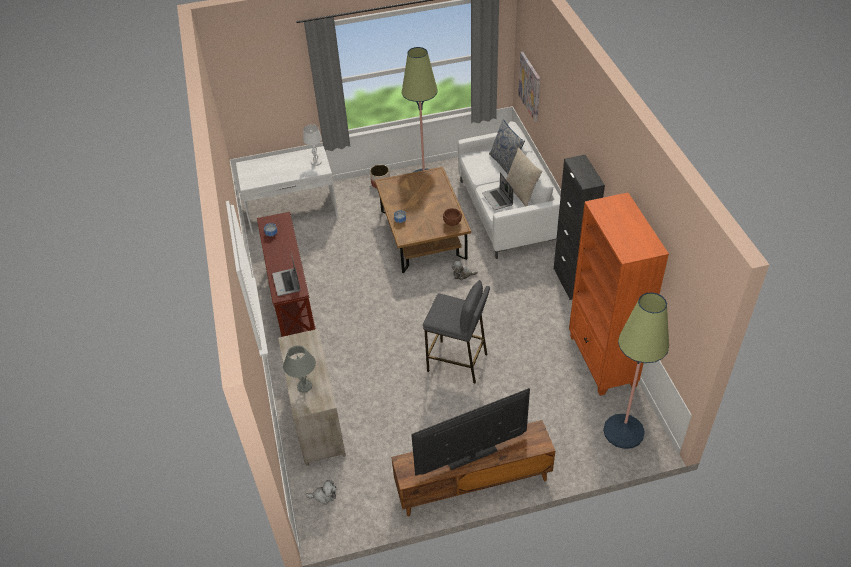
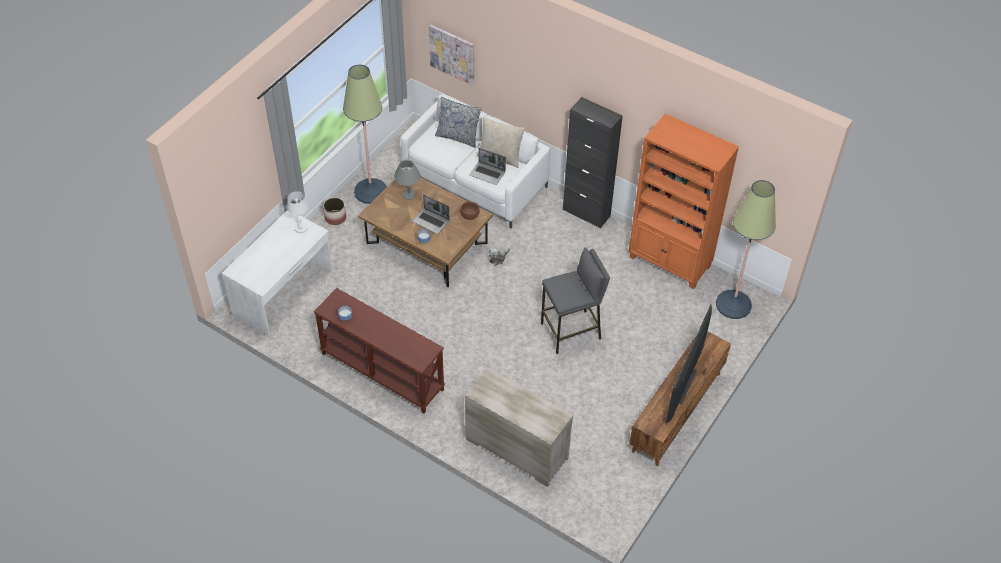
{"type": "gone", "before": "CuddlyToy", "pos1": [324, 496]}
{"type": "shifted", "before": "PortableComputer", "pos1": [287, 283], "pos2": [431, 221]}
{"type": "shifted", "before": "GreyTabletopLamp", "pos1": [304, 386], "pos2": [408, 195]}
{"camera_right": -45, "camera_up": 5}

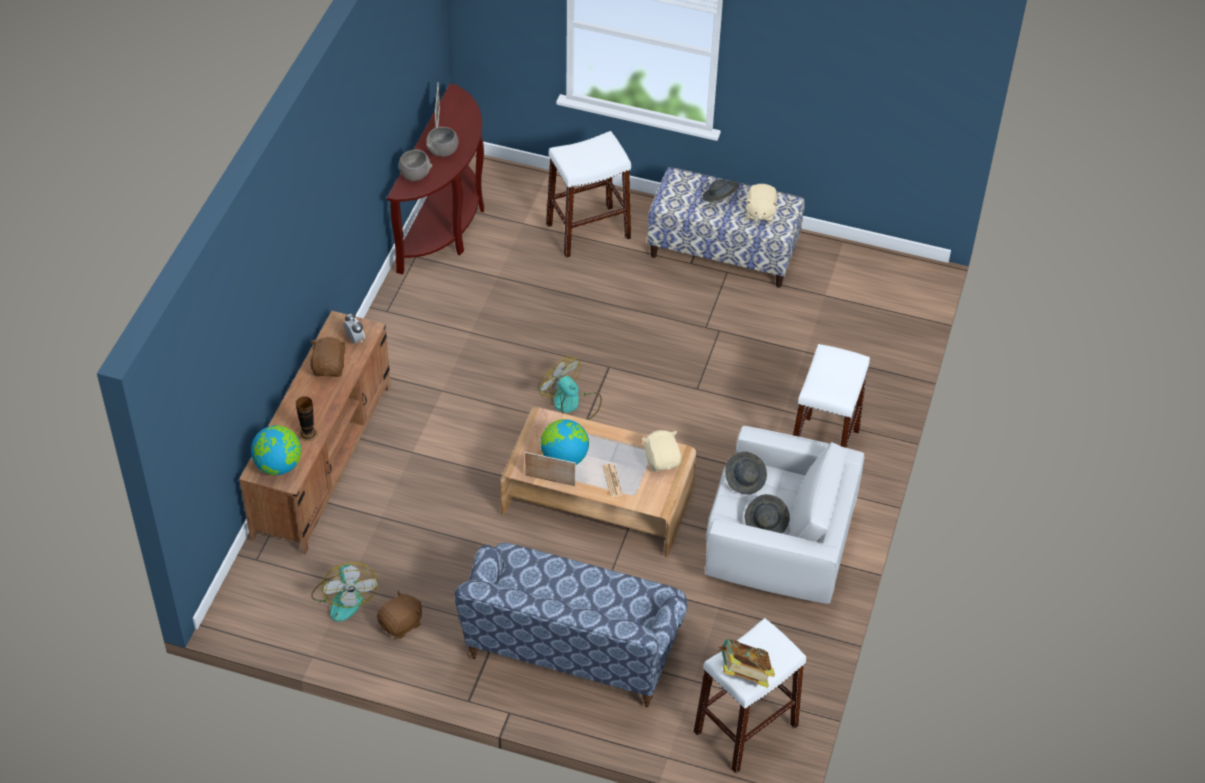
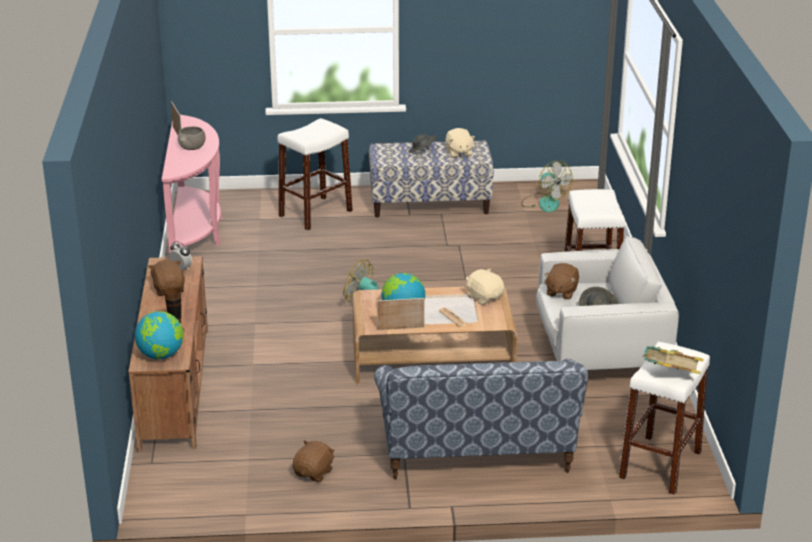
{"type": "gone", "before": "GreyDeepDish", "pos1": [415, 174]}
{"type": "shifted", "before": "Fan", "pos1": [344, 597], "pos2": [544, 202]}
{"type": "swapped", "before": "GreyClothingHat", "after": "BrownCuddlyToy", "pos1": [745, 479], "pos2": [561, 292]}
{"type": "repainted", "before": "BrownHallTable", "after": "PinkColouredHallTable", "pos1": [446, 225], "pos2": [195, 231]}
{"camera_right": -20, "camera_up": -20}

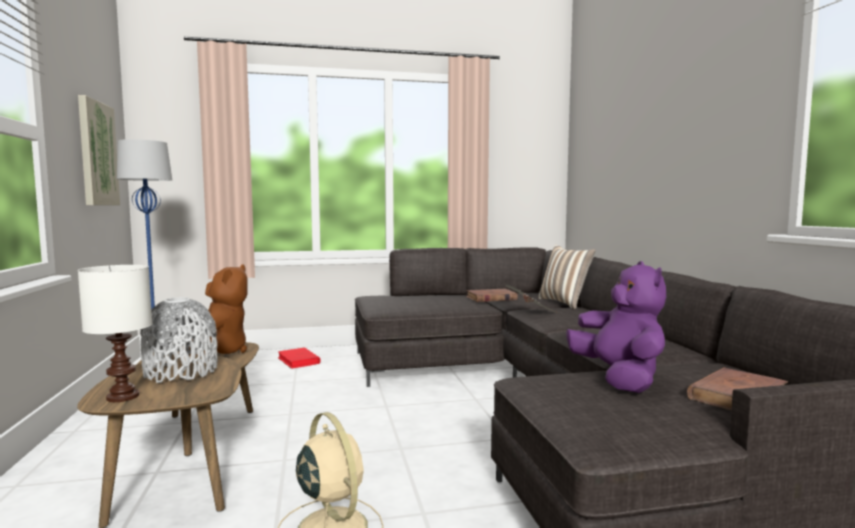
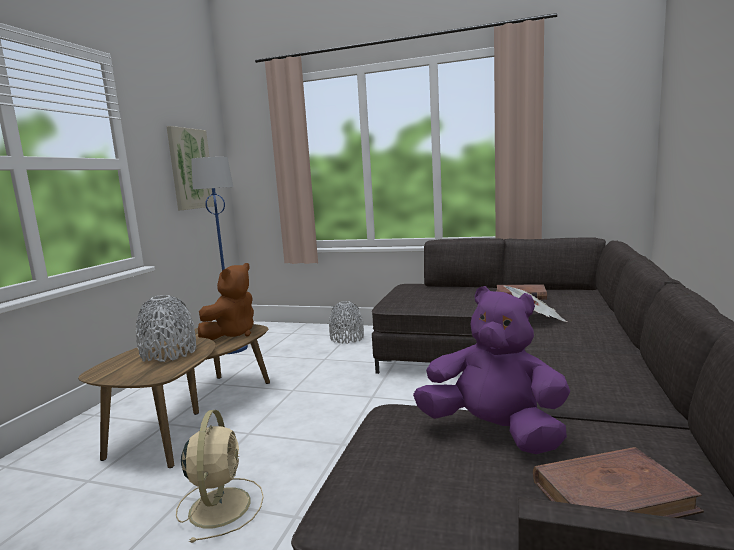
{"type": "gone", "before": "WhiteColouredTabletopLamp", "pos1": [121, 397]}
{"type": "gone", "before": "ThrowPillow", "pos1": [564, 303]}
{"type": "swapped", "before": "ReddishVolume", "after": "GreyFlowerVase", "pos1": [298, 361], "pos2": [347, 338]}
{"type": "rotated", "before": "PurpleCuddlyToy", "pos1": [619, 379], "pos2": [493, 432], "turn": -75}
{"camera_right": 30, "camera_up": 5}

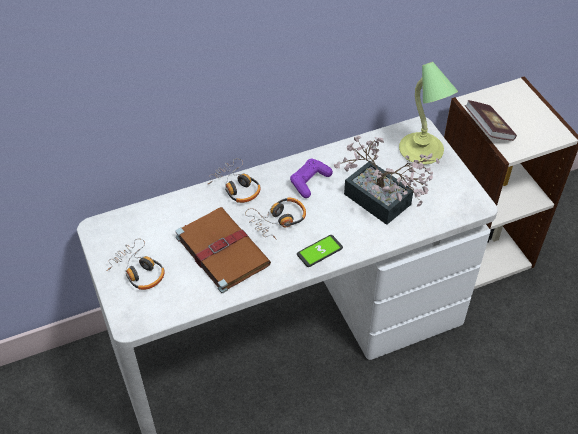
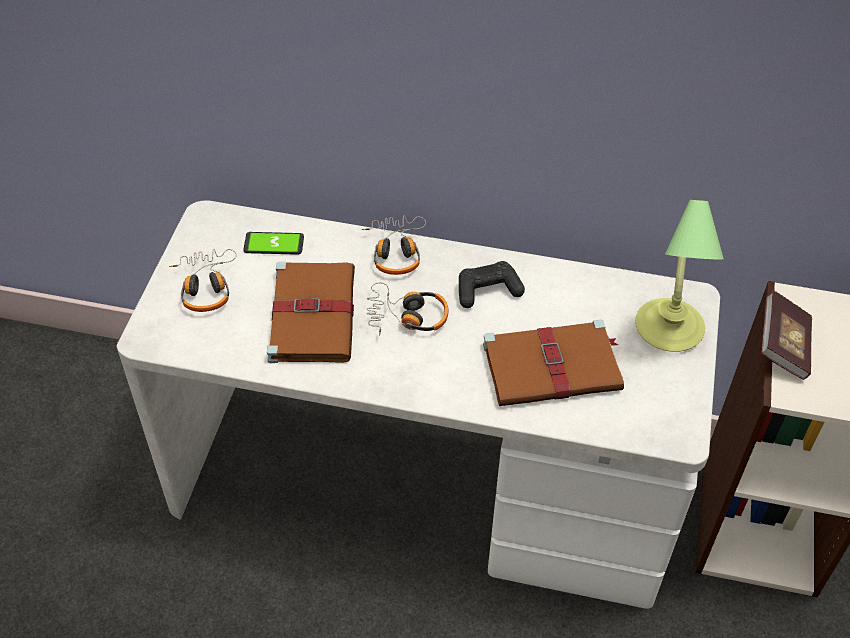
{"type": "shifted", "before": "Telephone", "pos1": [319, 251], "pos2": [274, 244]}
{"type": "swapped", "before": "Houseplant", "after": "BrownVolume", "pos1": [383, 204], "pos2": [554, 367]}
{"type": "repainted", "before": "PurpleJoypad", "after": "BlackishJoypad", "pos1": [309, 181], "pos2": [487, 291]}
{"camera_right": 35, "camera_up": 0}

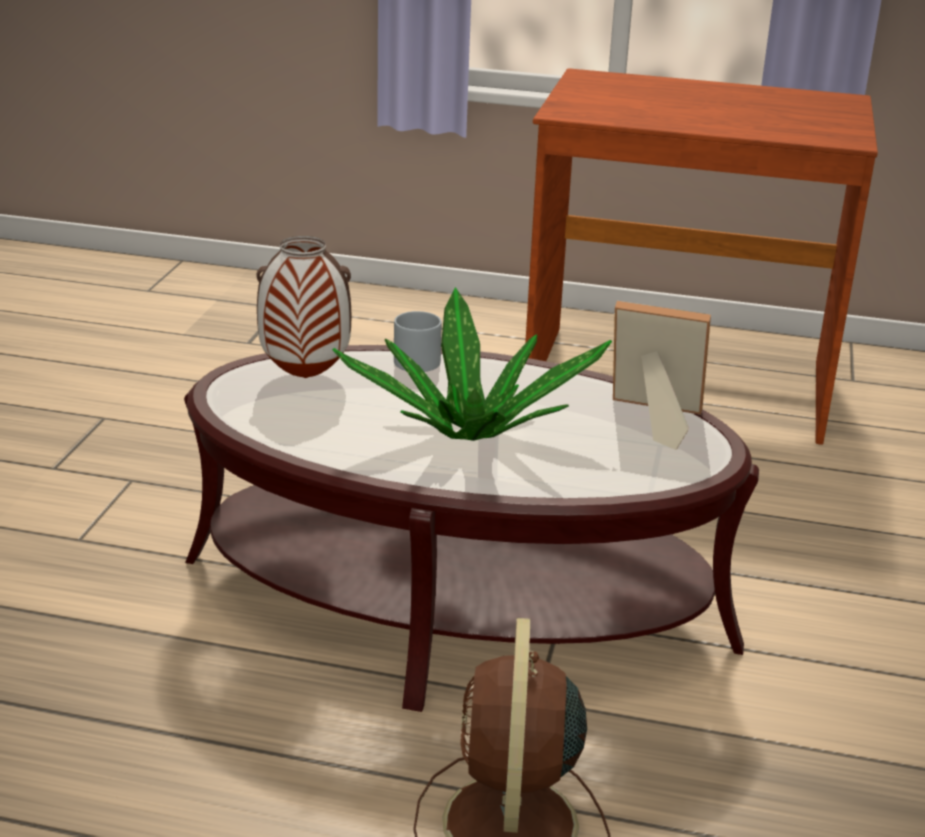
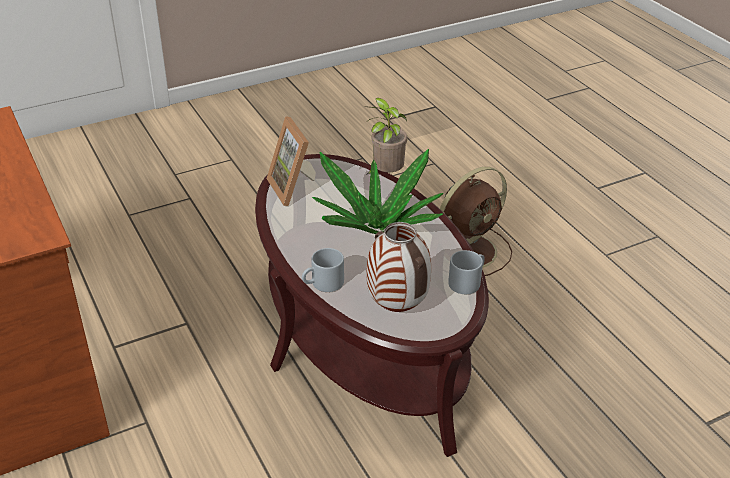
{"type": "new", "after": "Houseplant", "pos2": [385, 175]}
{"type": "new", "after": "GreyTeaMug", "pos2": [467, 281]}
{"camera_right": -130, "camera_up": 10}

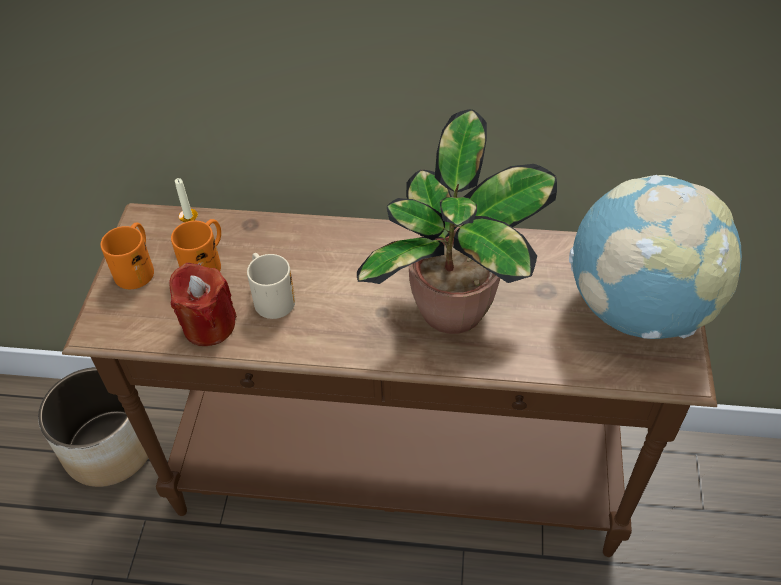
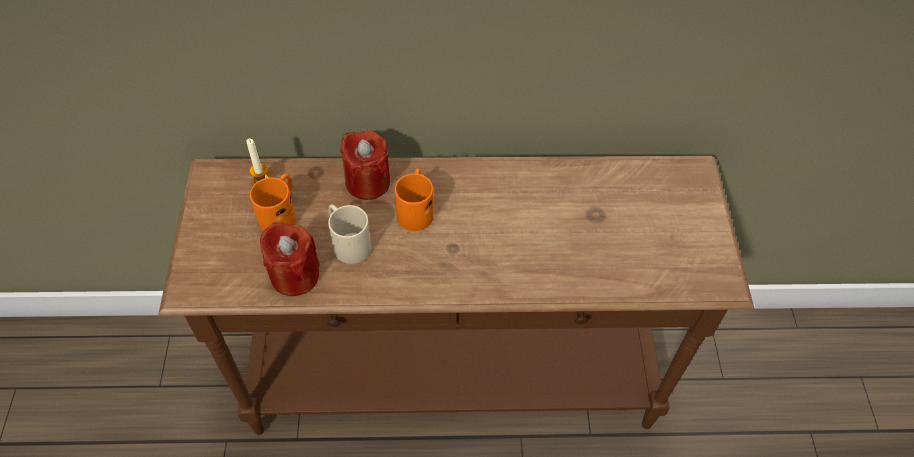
{"type": "gone", "before": "PlantPot", "pos1": [108, 448]}
{"type": "gone", "before": "Houseplant", "pos1": [453, 313]}
{"type": "gone", "before": "Globe", "pos1": [638, 309]}
{"type": "new", "after": "ReddishWaxLight", "pos2": [368, 182]}
{"type": "shifted", "before": "OrangeyTeaMug", "pos1": [137, 267], "pos2": [415, 209]}
{"camera_right": -10, "camera_up": 5}

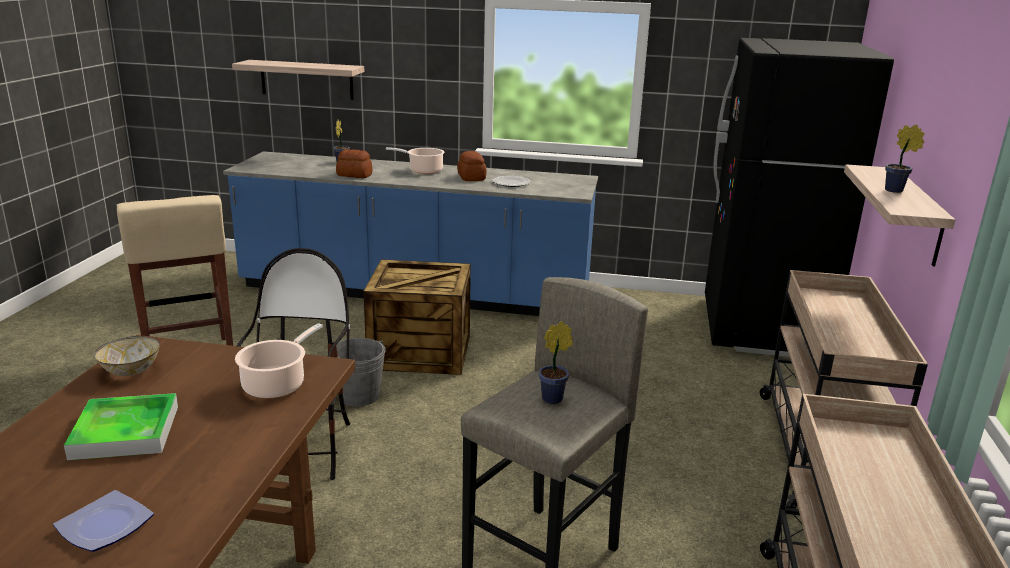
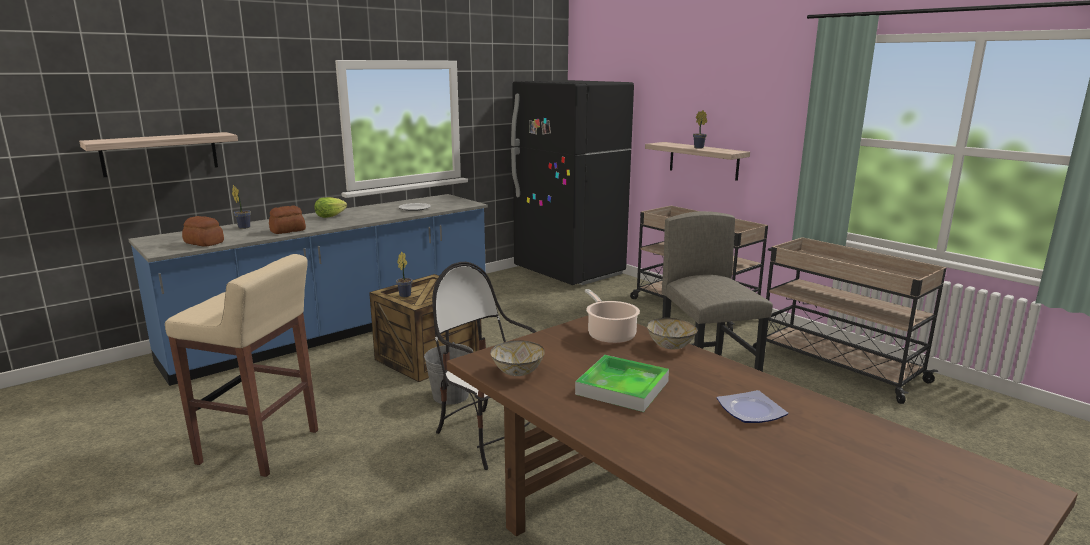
{"type": "new", "after": "DeepDish", "pos2": [671, 346]}
{"type": "shifted", "before": "Bread", "pos1": [471, 177], "pos2": [204, 243]}
{"type": "shifted", "before": "Houseplant", "pos1": [555, 398], "pos2": [406, 295]}
{"type": "swapped", "before": "Stockpot", "after": "Lettuce", "pos1": [423, 170], "pos2": [330, 216]}
{"camera_right": -50, "camera_up": -5}

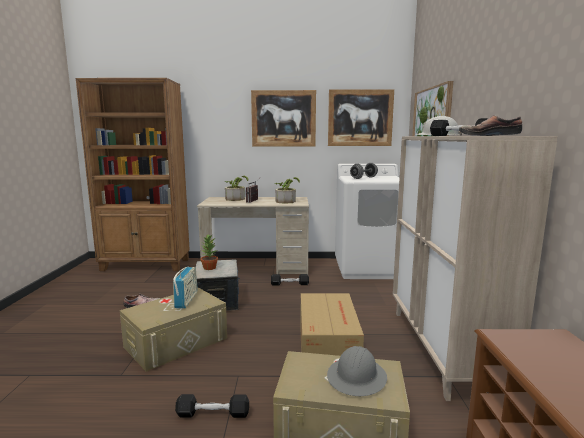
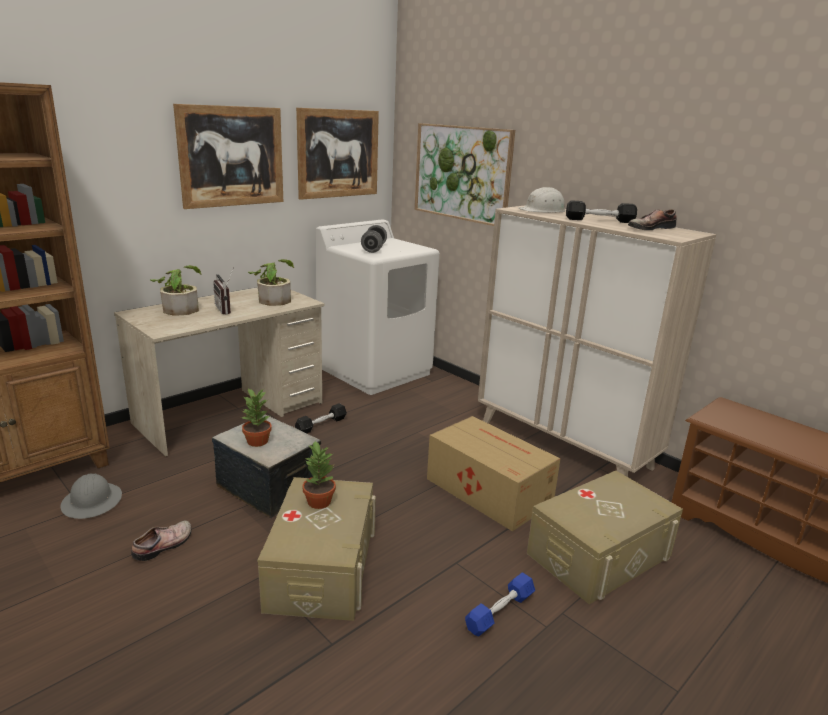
{"type": "shifted", "before": "GreyWorkHelmet", "pos1": [357, 377], "pos2": [92, 502]}
{"type": "swapped", "before": "RadioSet", "after": "Houseplant", "pos1": [186, 300], "pos2": [318, 501]}
{"type": "repainted", "before": "BlackishDumbbell", "after": "BlueDumbbell", "pos1": [213, 414], "pos2": [500, 612]}
{"camera_right": -45, "camera_up": 10}

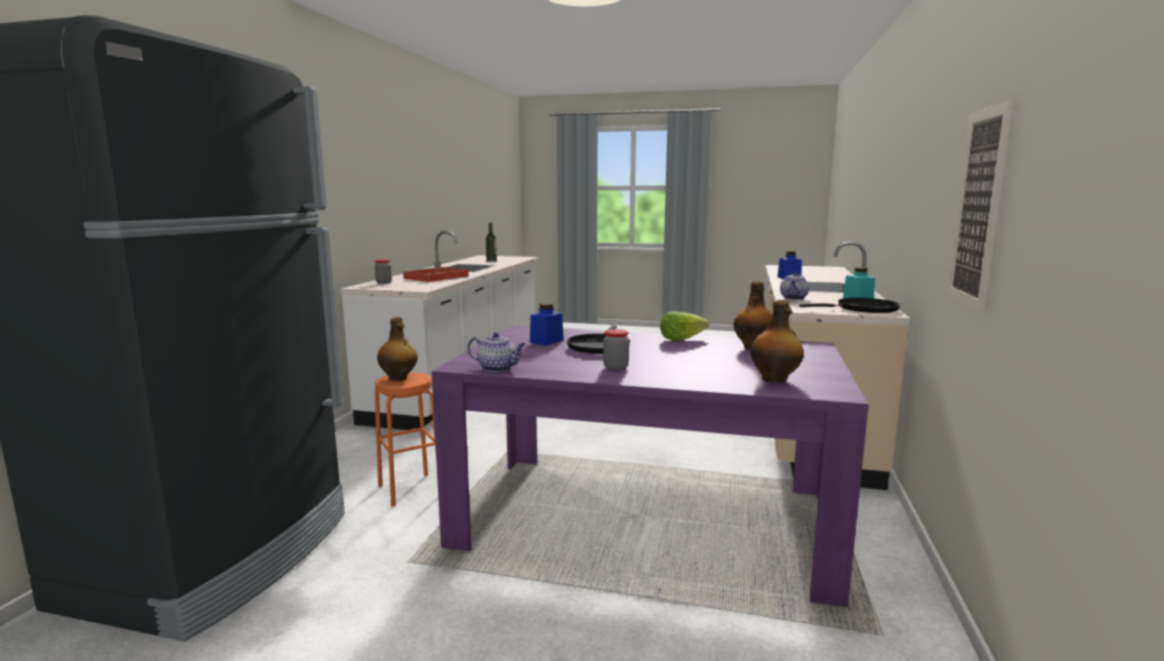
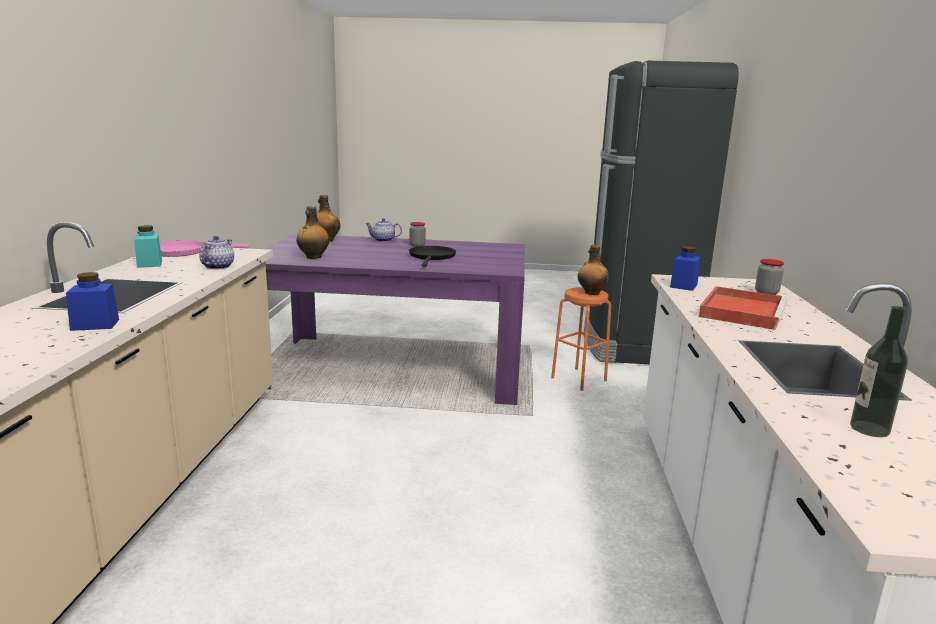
{"type": "gone", "before": "Lettuce", "pos1": [681, 338]}
{"type": "gone", "before": "Picture", "pos1": [978, 208]}
{"type": "shifted", "before": "PotForTea", "pos1": [498, 368], "pos2": [383, 240]}
{"type": "shifted", "before": "BlueStorageJar", "pos1": [546, 341], "pos2": [683, 286]}
{"type": "repainted", "before": "BlackishPan", "after": "PinkColouredPan", "pos1": [863, 309], "pos2": [182, 252]}
{"camera_right": 170, "camera_up": 5}

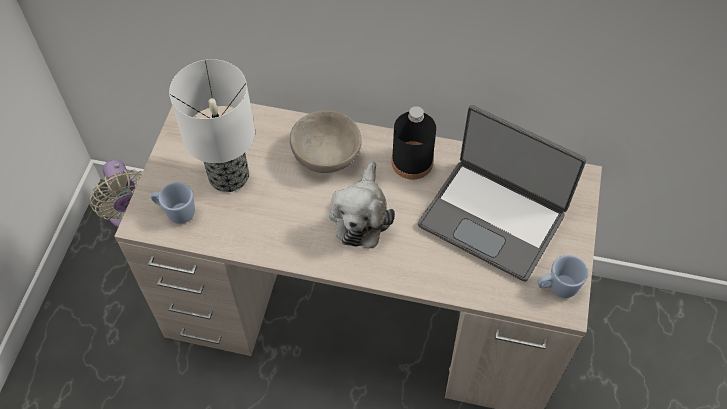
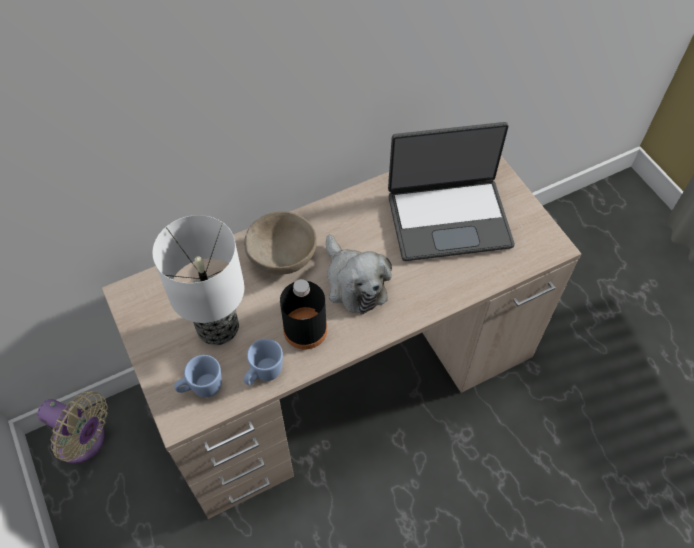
{"type": "shifted", "before": "BlackishBeverageBottle", "pos1": [412, 162], "pos2": [305, 329]}
{"type": "shifted", "before": "BlueTeaMug", "pos1": [557, 287], "pos2": [263, 373]}
{"camera_right": -40, "camera_up": 0}

